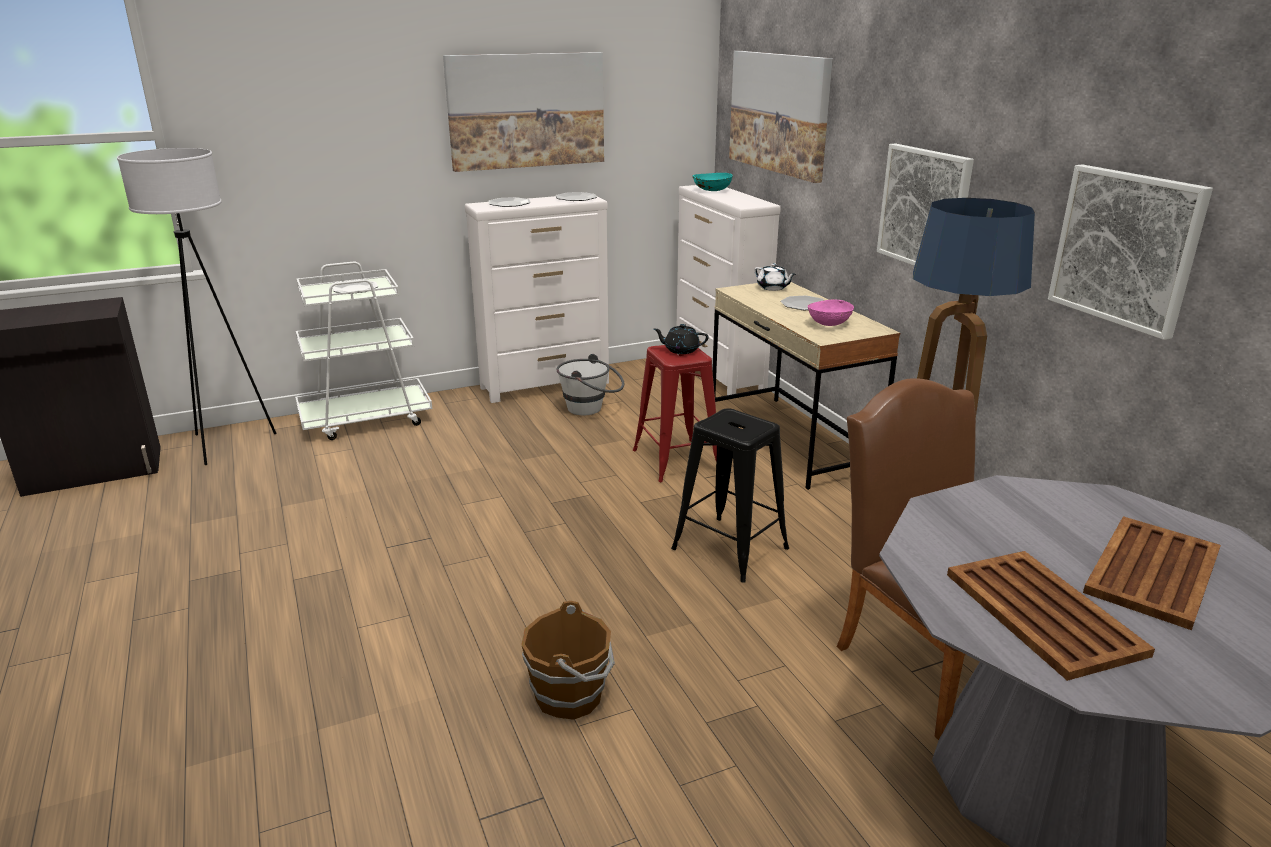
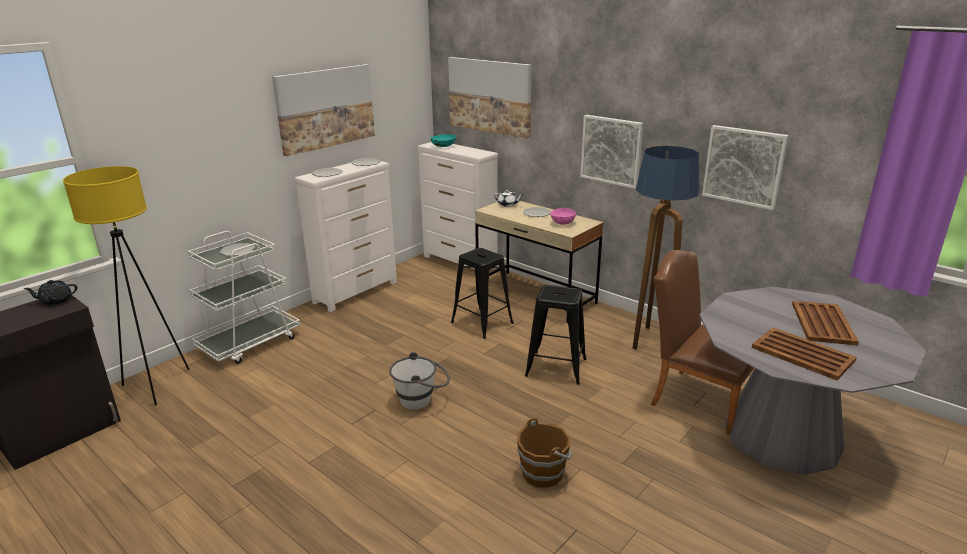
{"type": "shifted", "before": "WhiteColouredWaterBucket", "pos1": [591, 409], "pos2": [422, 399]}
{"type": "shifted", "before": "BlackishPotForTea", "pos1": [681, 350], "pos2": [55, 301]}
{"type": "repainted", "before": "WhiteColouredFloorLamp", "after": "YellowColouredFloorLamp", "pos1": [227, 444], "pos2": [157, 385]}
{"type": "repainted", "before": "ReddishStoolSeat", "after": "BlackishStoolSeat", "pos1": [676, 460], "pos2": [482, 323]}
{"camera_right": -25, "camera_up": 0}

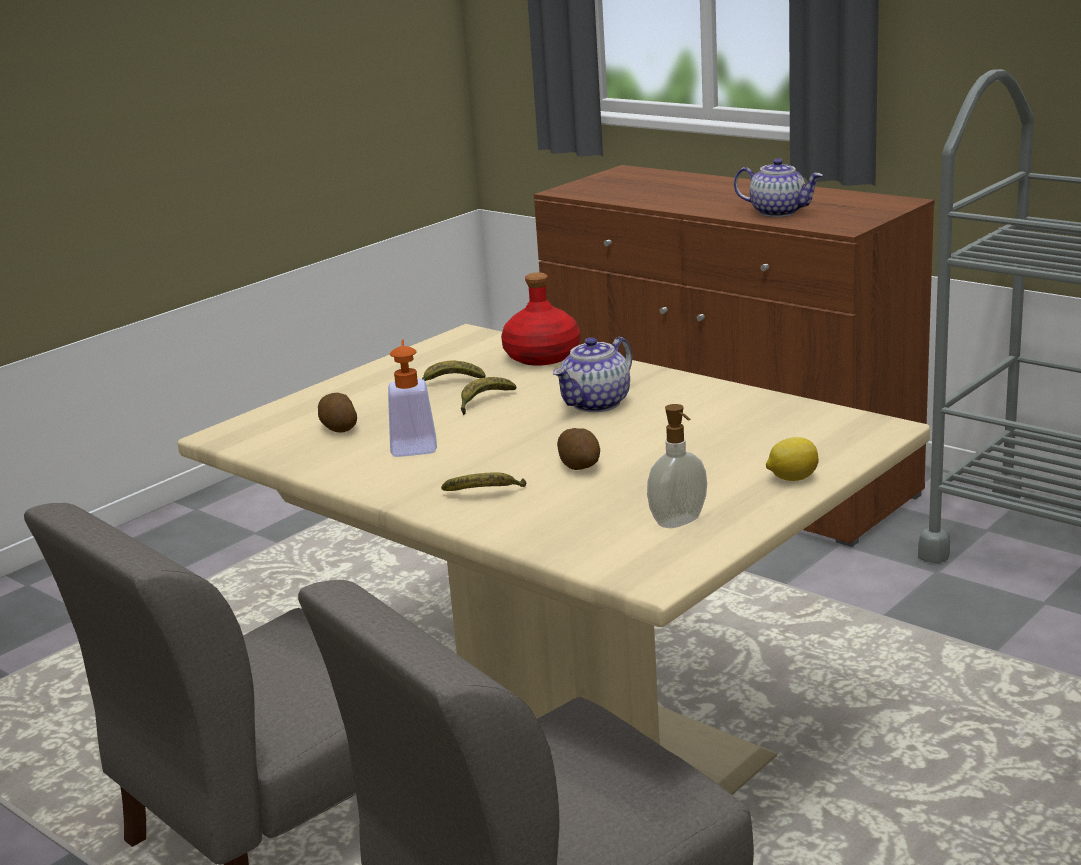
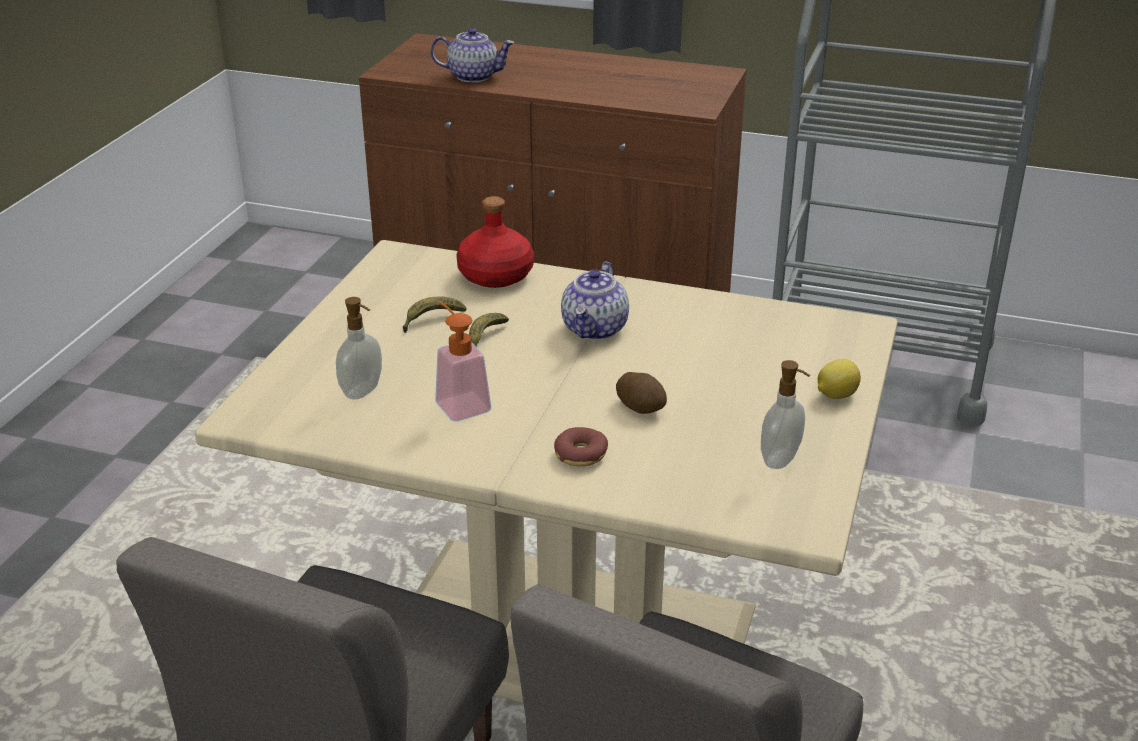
{"type": "shifted", "before": "PotForTea", "pos1": [778, 212], "pos2": [474, 76]}
{"type": "swapped", "before": "WholePotato", "after": "SoapDispenser", "pos1": [338, 428], "pos2": [363, 391]}
{"type": "swapped", "before": "Banana", "after": "Donut", "pos1": [485, 494], "pos2": [580, 454]}
{"camera_right": -25, "camera_up": 10}

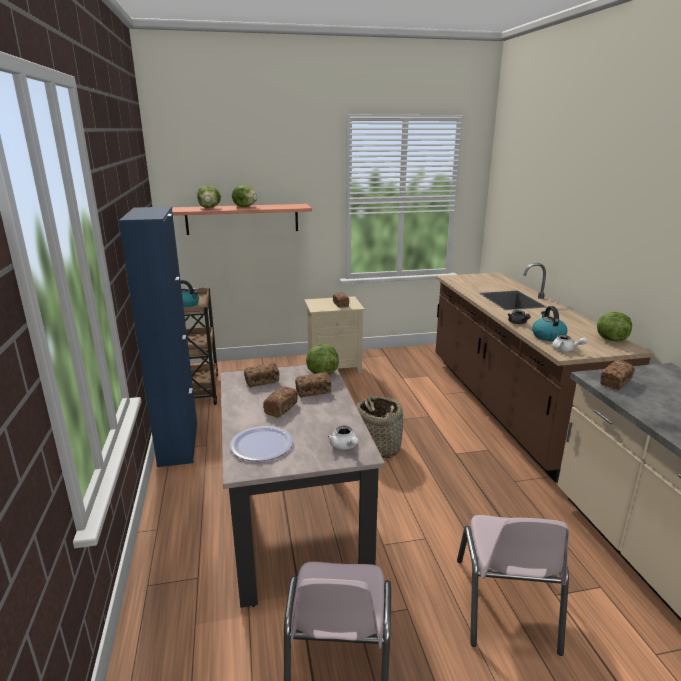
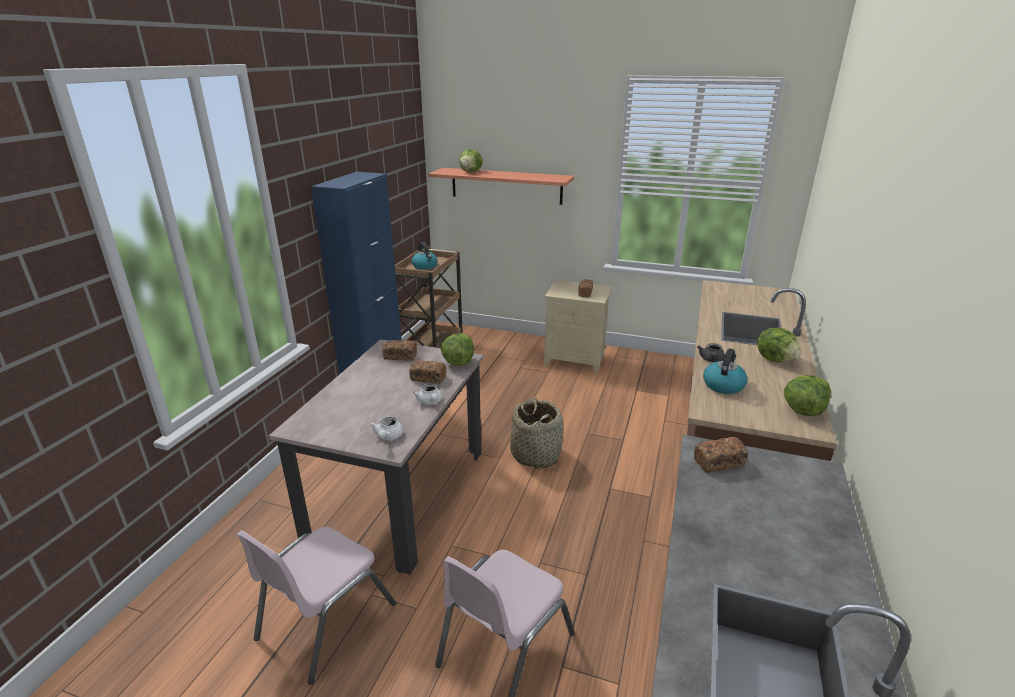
{"type": "gone", "before": "FlatDish", "pos1": [262, 445]}
{"type": "gone", "before": "Bread", "pos1": [281, 408]}
{"type": "shifted", "before": "Lettuce", "pos1": [245, 207], "pos2": [775, 359]}
{"type": "shifted", "before": "WhiteColouredPotForTea", "pos1": [565, 350], "pos2": [430, 402]}
{"camera_right": 30, "camera_up": 5}

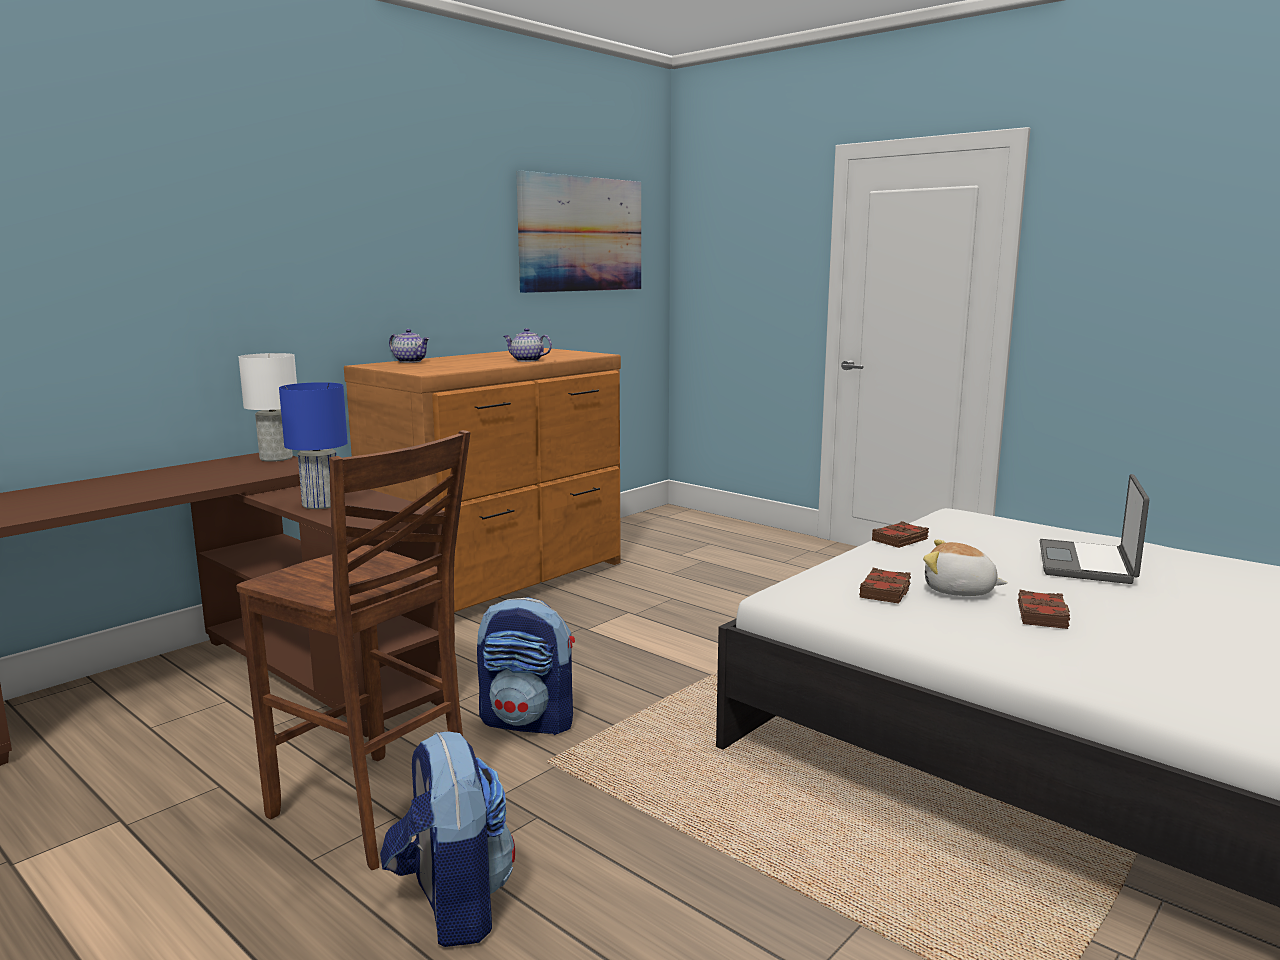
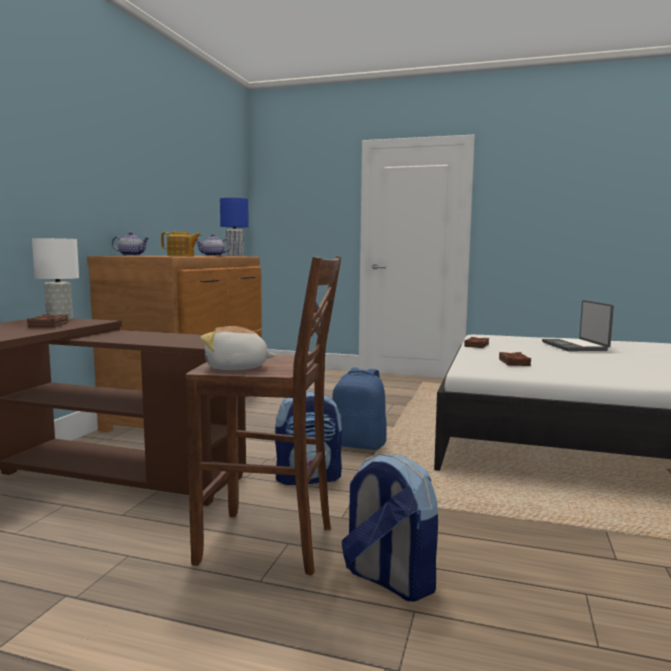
{"type": "gone", "before": "Picture", "pos1": [581, 234]}
{"type": "new", "after": "PotForTea", "pos2": [181, 256]}
{"type": "new", "after": "BlueBackpack", "pos2": [359, 444]}
{"type": "shifted", "before": "BlueTabletopLamp", "pos1": [321, 505], "pos2": [235, 256]}
{"type": "shifted", "before": "CuddlyToy", "pos1": [959, 591], "pos2": [236, 368]}
{"type": "shifted", "before": "BrownVolume", "pos1": [1043, 616], "pos2": [49, 325]}
{"camera_right": -25, "camera_up": -5}

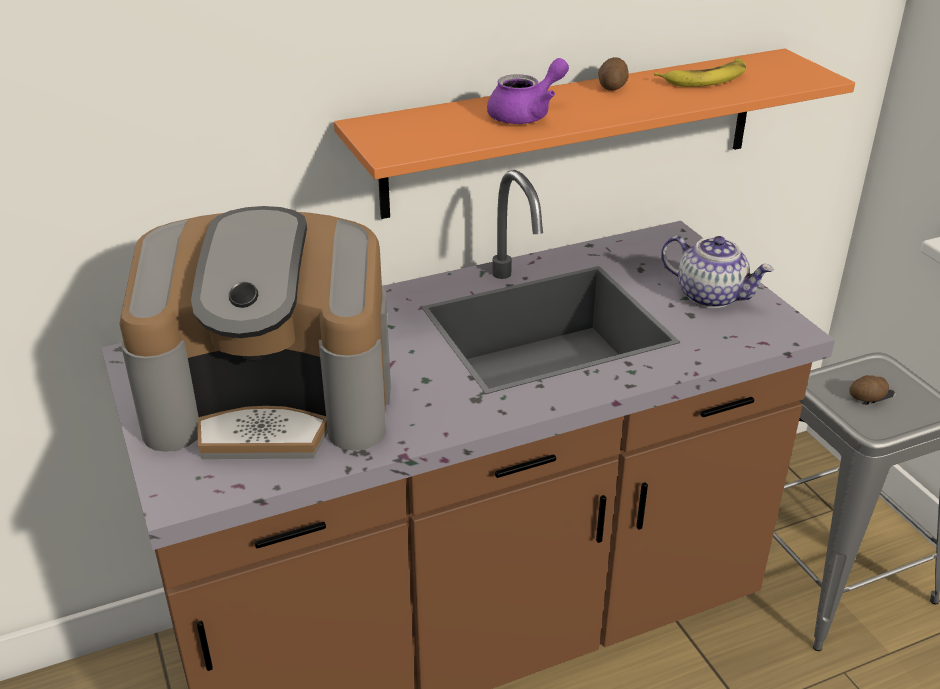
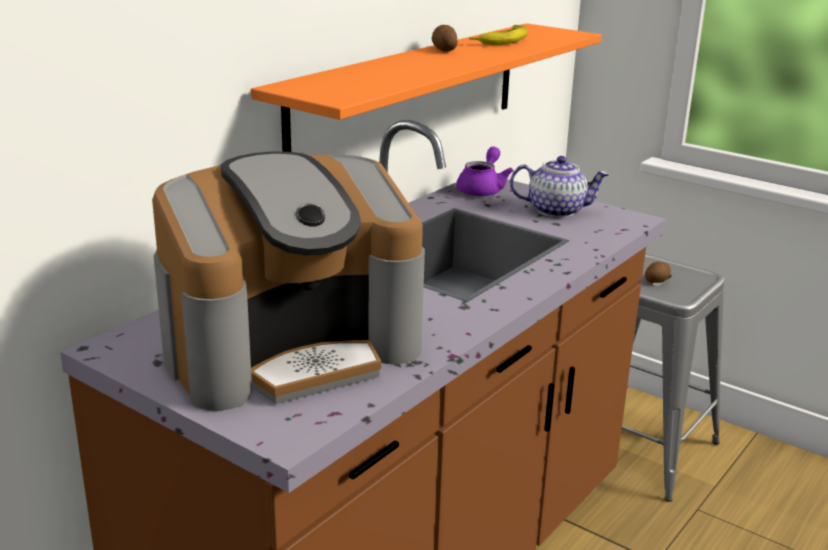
{"type": "shifted", "before": "PurplePotForTea", "pos1": [526, 115], "pos2": [482, 189]}
{"camera_right": -30, "camera_up": -10}

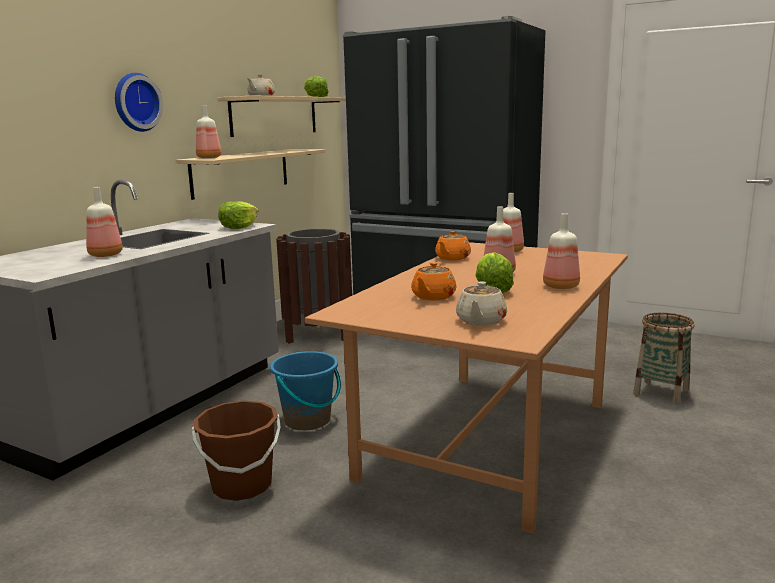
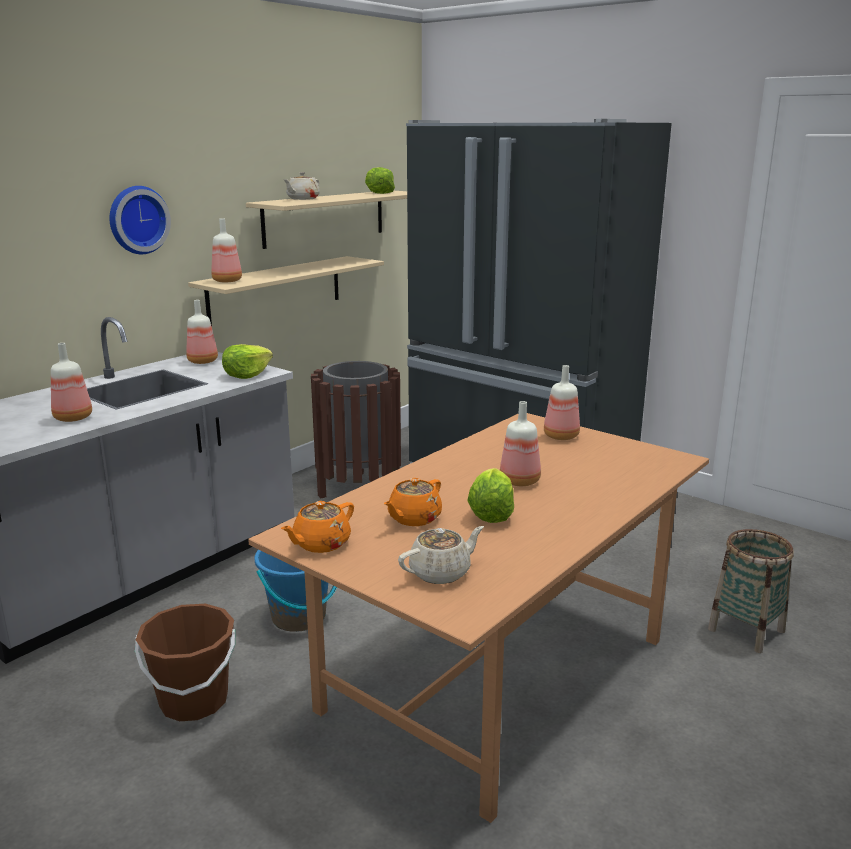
{"type": "shifted", "before": "OrangeyPotForTea", "pos1": [452, 258], "pos2": [320, 544]}
{"type": "shifted", "before": "BeverageBottle", "pos1": [559, 286], "pos2": [202, 361]}
{"type": "rotated", "before": "SandColouredPotForTea", "pos1": [480, 321], "pos2": [441, 572], "turn": -150}
{"camera_right": 10, "camera_up": 5}

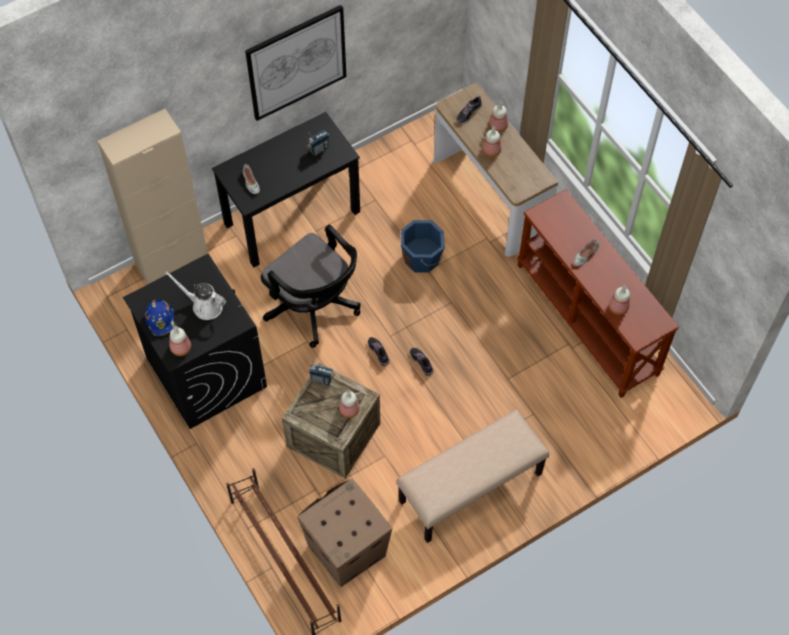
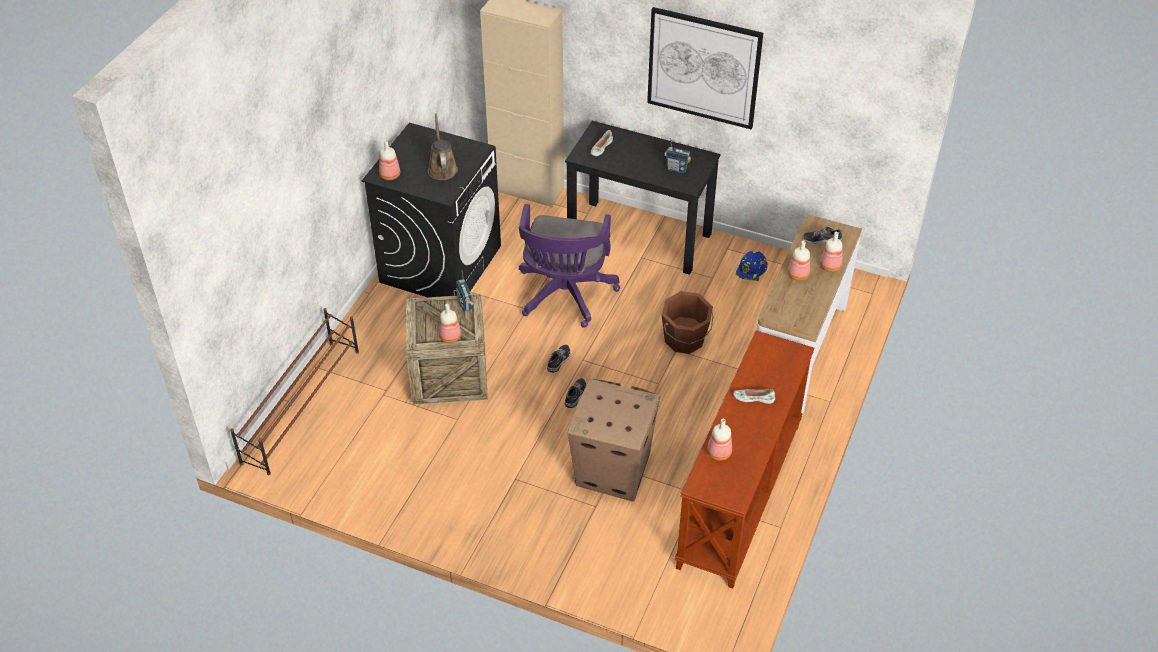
{"type": "gone", "before": "SandColouredIndoorBench", "pos1": [470, 488]}
{"type": "shifted", "before": "BlueWorkHelmet", "pos1": [161, 320], "pos2": [751, 271]}
{"type": "shifted", "before": "CardboardBox", "pos1": [345, 551], "pos2": [611, 470]}
{"type": "repainted", "before": "WhiteColouredWateringPot", "after": "BrownWateringPot", "pos1": [204, 305], "pos2": [442, 168]}
{"type": "repainted", "before": "BlackishDeskChair", "after": "PurpleDeskChair", "pos1": [315, 307], "pos2": [564, 296]}
{"type": "repainted", "before": "BlueWaterBucket", "after": "BrownWaterBucket", "pos1": [422, 258], "pos2": [685, 339]}
{"camera_right": 55, "camera_up": -15}

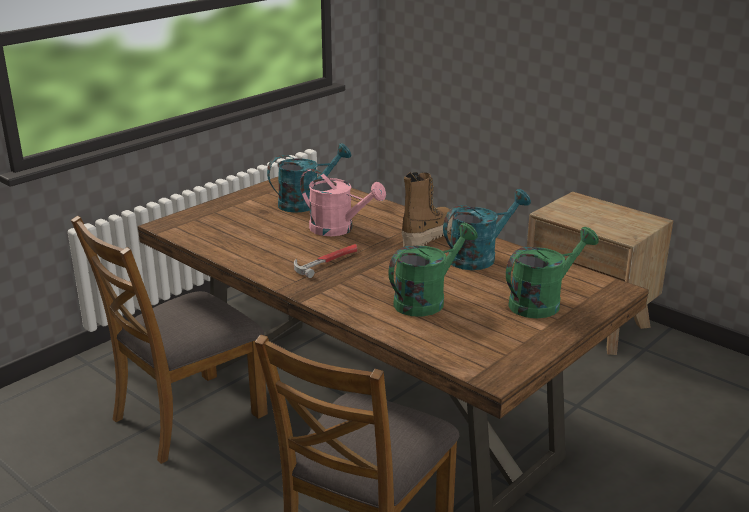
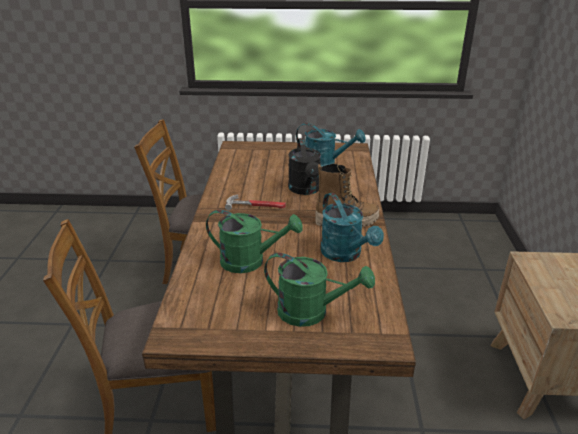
{"type": "repainted", "before": "PinkColouredWateringPot", "after": "BlackishWateringPot", "pos1": [338, 229], "pos2": [306, 190]}
{"type": "rotated", "before": "TurquoiseWateringPot", "pos1": [479, 257], "pos2": [345, 254], "turn": 45}
{"camera_right": 50, "camera_up": 5}

